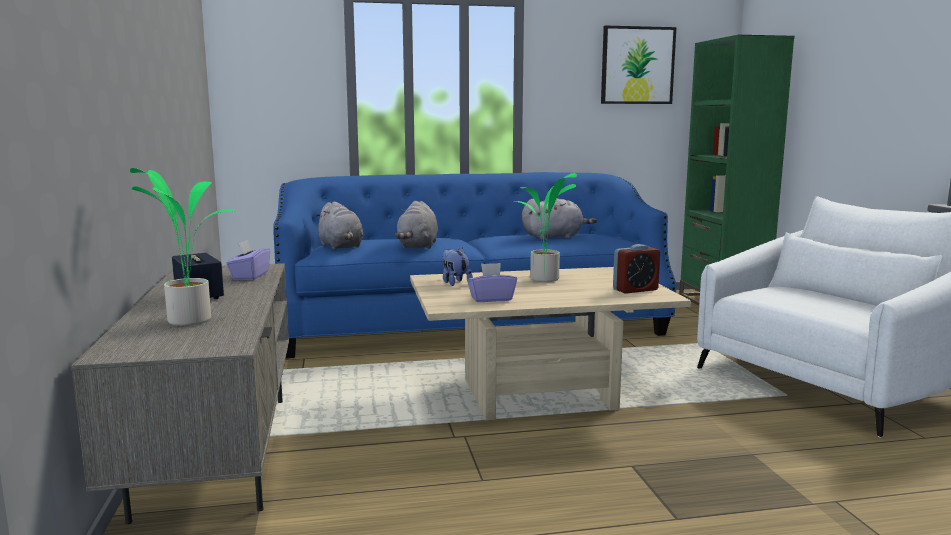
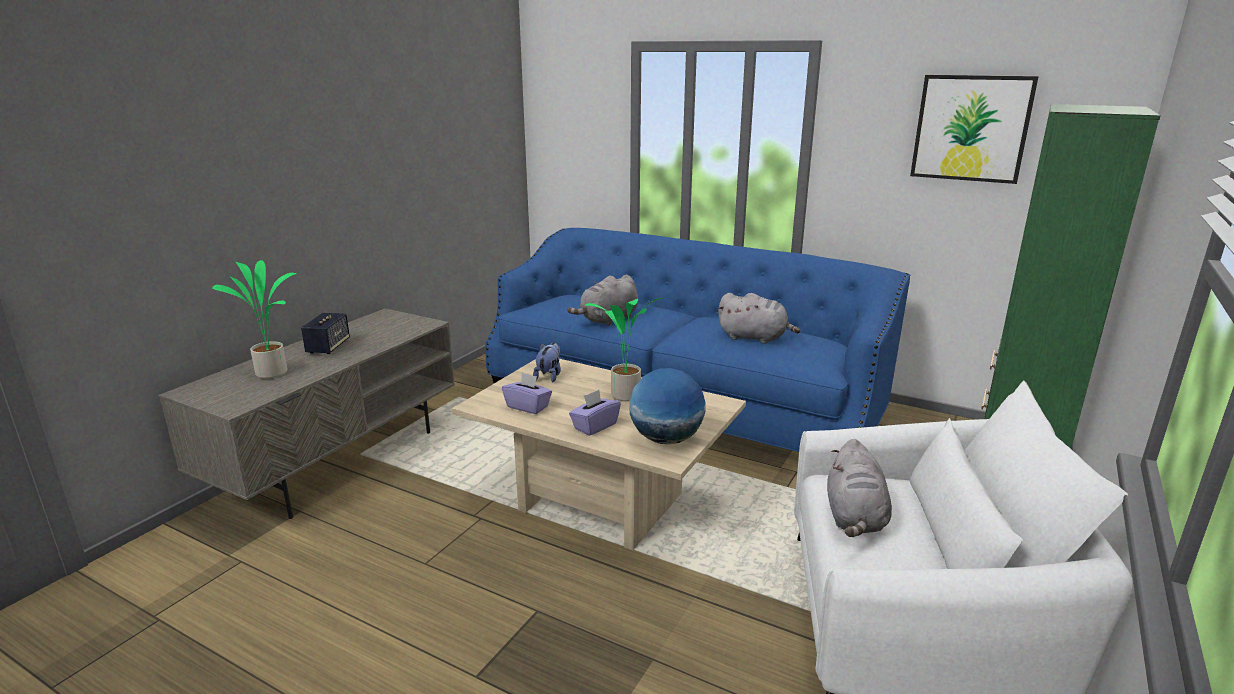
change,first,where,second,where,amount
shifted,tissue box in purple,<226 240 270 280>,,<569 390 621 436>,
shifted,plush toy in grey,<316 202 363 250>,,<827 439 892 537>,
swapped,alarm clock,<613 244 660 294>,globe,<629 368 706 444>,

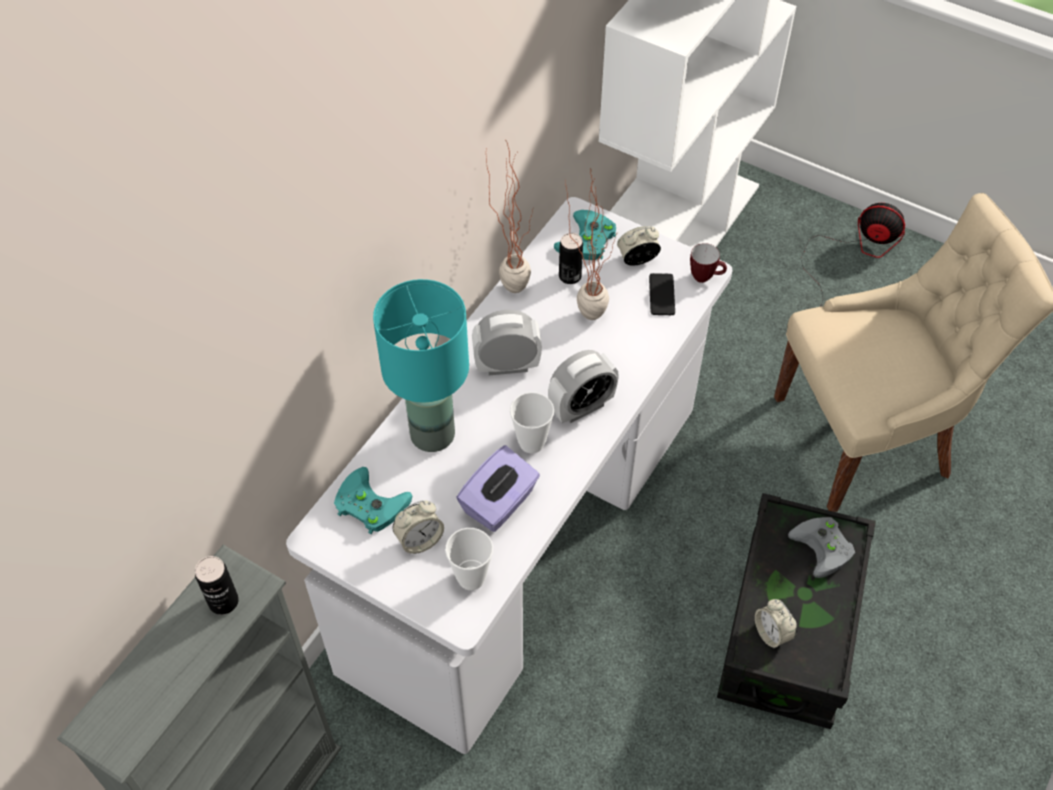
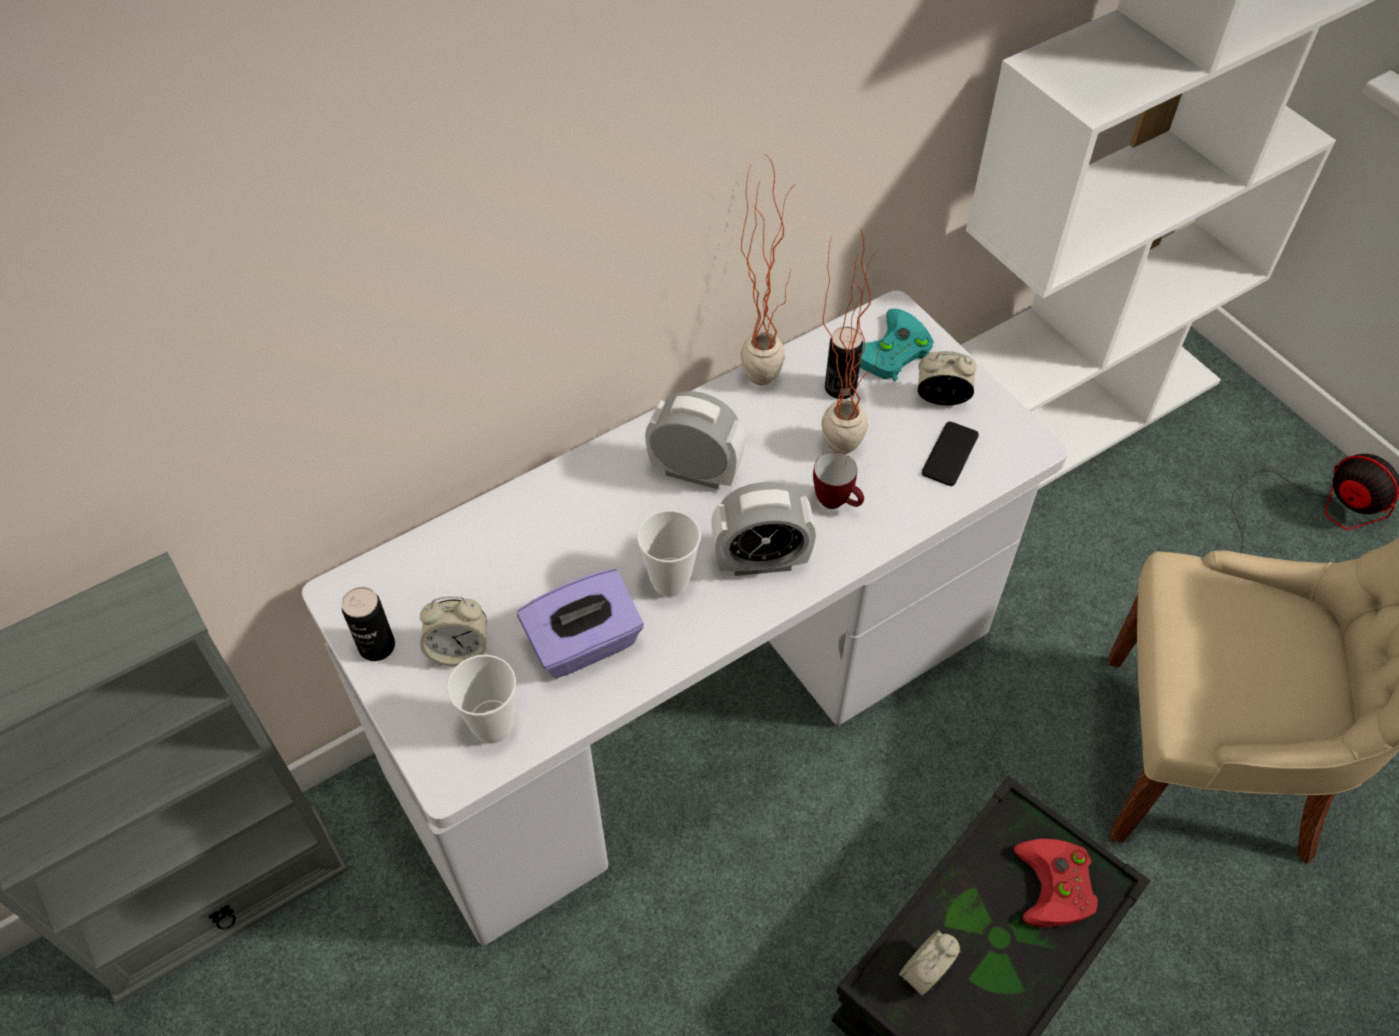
change,first,where,second,where,amount
shifted,can,<195 556 239 615>,,<341 586 395 661>,
gone,game controller in turquoise,<334 467 412 534>,,,
gone,table lamp in turquoise,<373 279 469 452>,,,
shifted,mug,<690 243 727 283>,,<813 452 864 509>,
rotated,alarm clock,<755 599 797 648>,,<899 929 961 997>,45 degrees clockwise
repainted,game controller in grey,<788 517 855 578>,game controller in red,<1013 839 1098 927>,

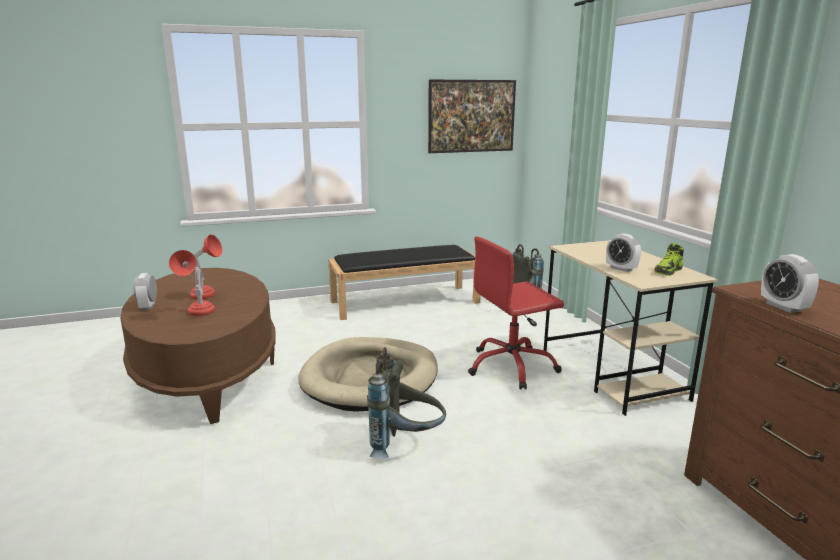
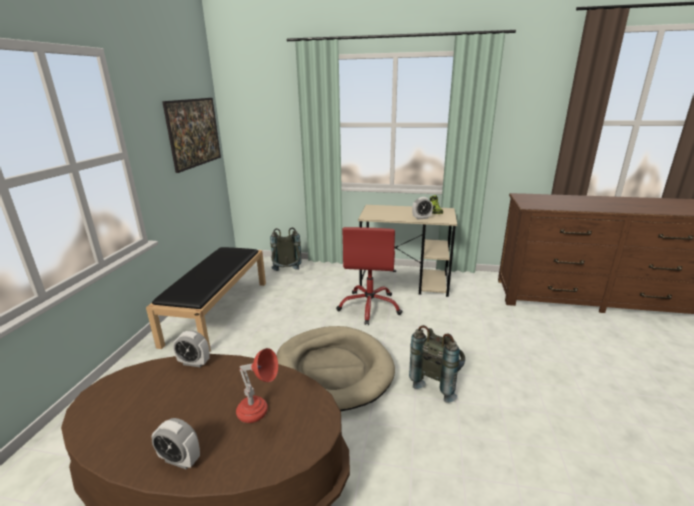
change,first,where,second,where,amount
gone,table lamp in red,<190 235 222 299>,,,
shifted,alarm clock,<761 254 819 313>,,<173 331 210 367>,

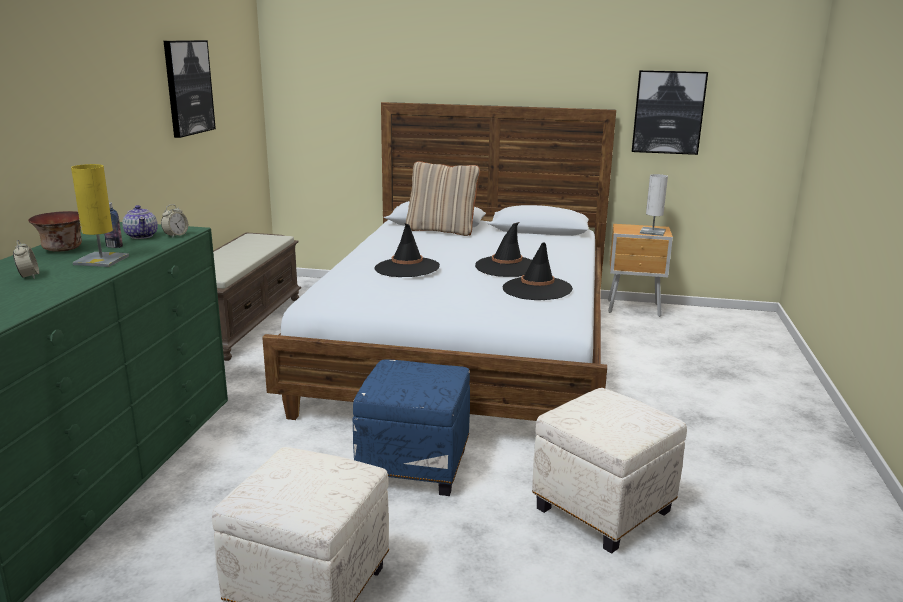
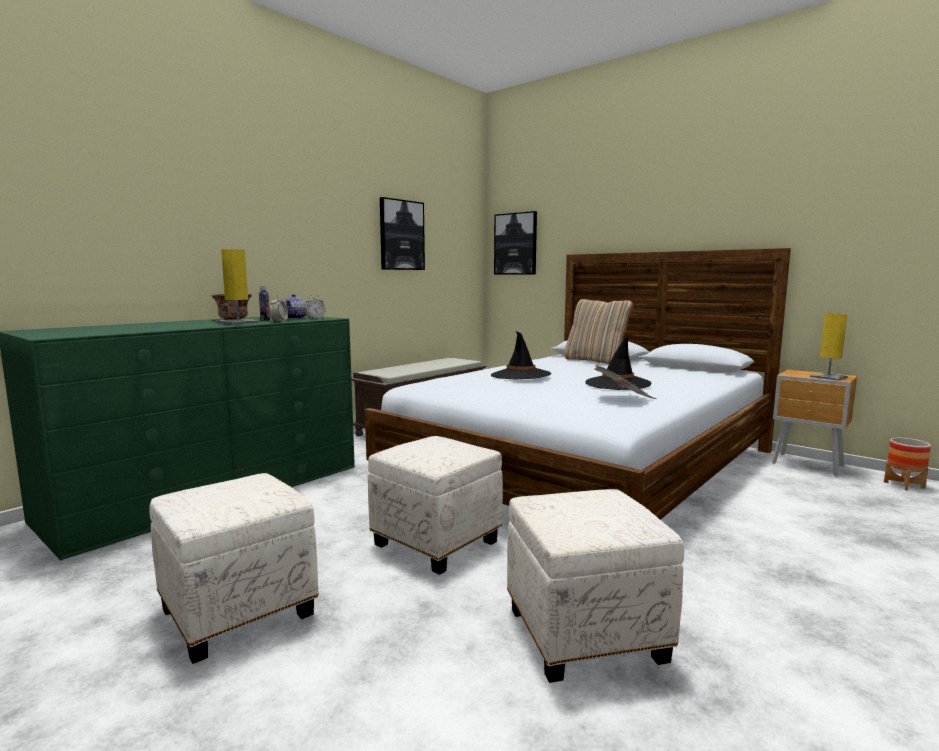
change,first,where,second,where,amount
shifted,alarm clock,<13 240 39 278>,,<269 295 288 322>,
repainted,ottoman in blue,<352 359 470 496>,ottoman in white,<367 436 503 575>,
swapped,hat in black,<503 242 573 300>,newspaper,<595 366 656 399>,
shifted,picture,<632 70 708 155>,,<494 211 537 275>,
repainted,table lamp in white,<640 174 668 236>,table lamp in yellow,<810 313 848 381>,
new,,,planter,<884 438 931 490>,

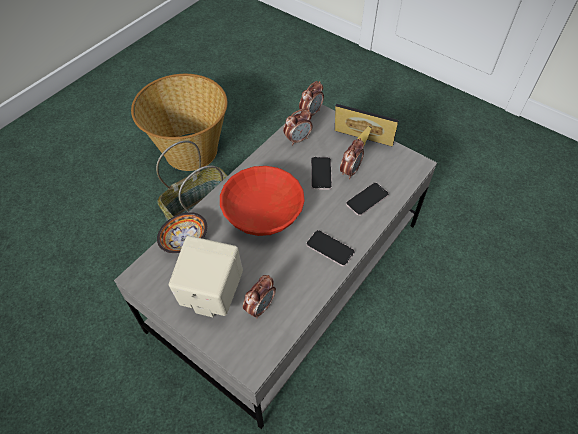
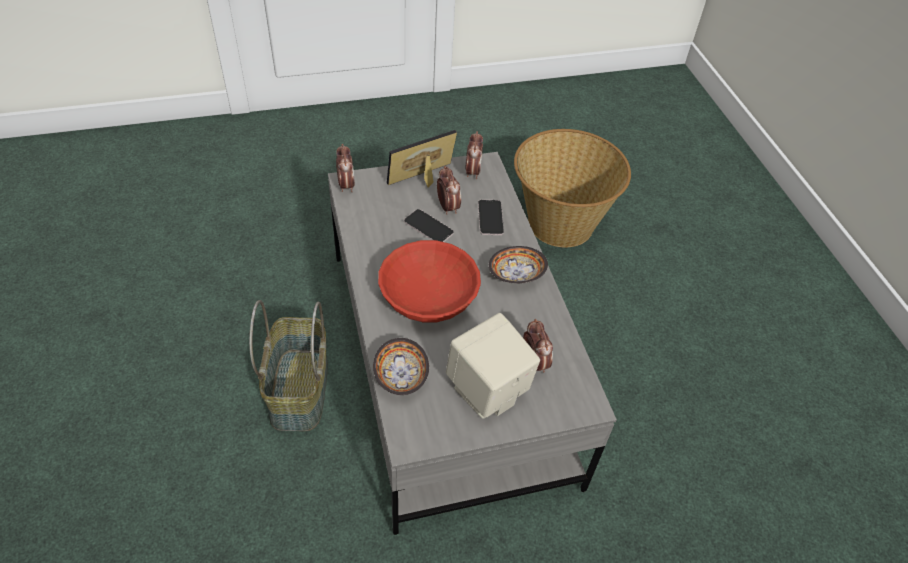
change,first,where,second,where,amount
shifted,basket,<131 74 228 171>,,<514 129 631 247>,
shifted,alarm clock,<283 109 313 146>,,<465 131 483 179>,
swapped,phone,<306 230 355 266>,bowl,<489 246 548 284>,

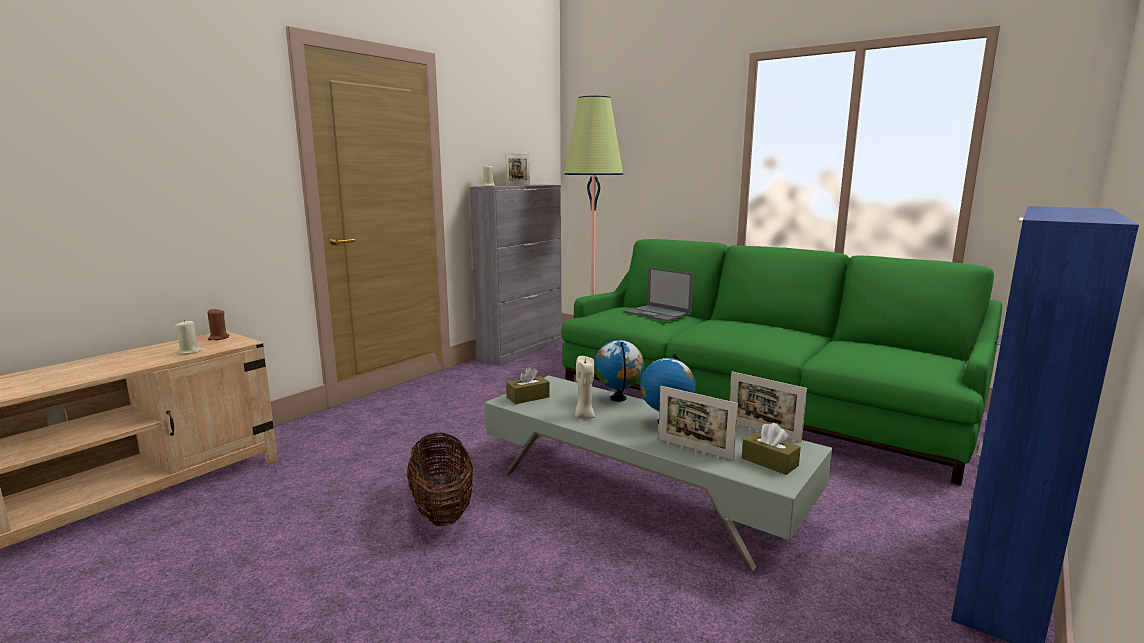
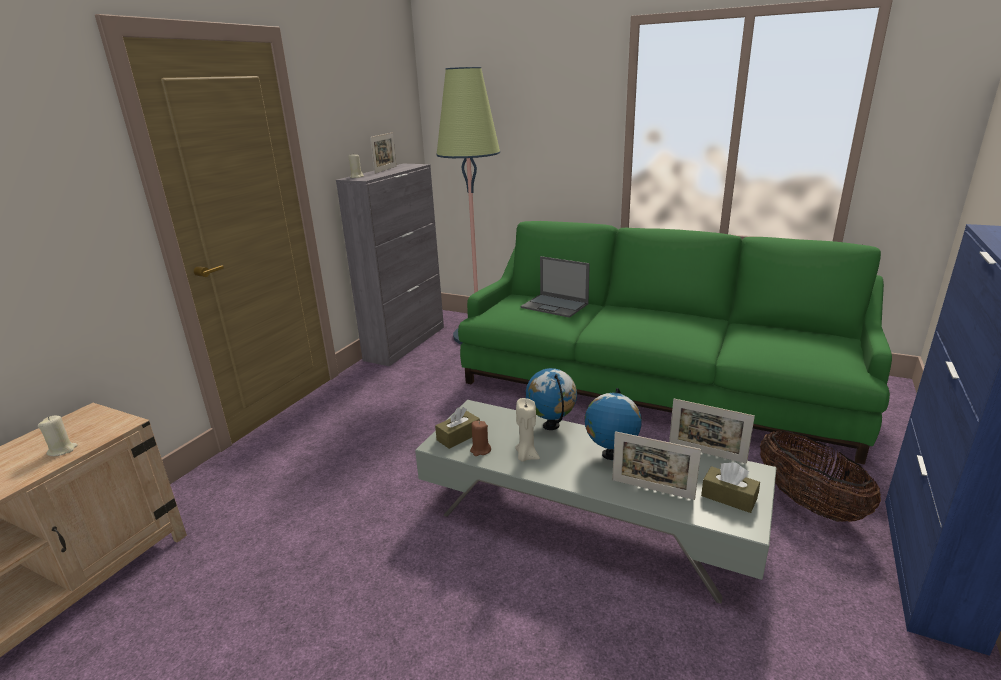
change,first,where,second,where,amount
shifted,candle in brown,<207 308 230 340>,,<470 421 491 456>,
shifted,basket,<407 433 473 526>,,<760 430 881 522>,

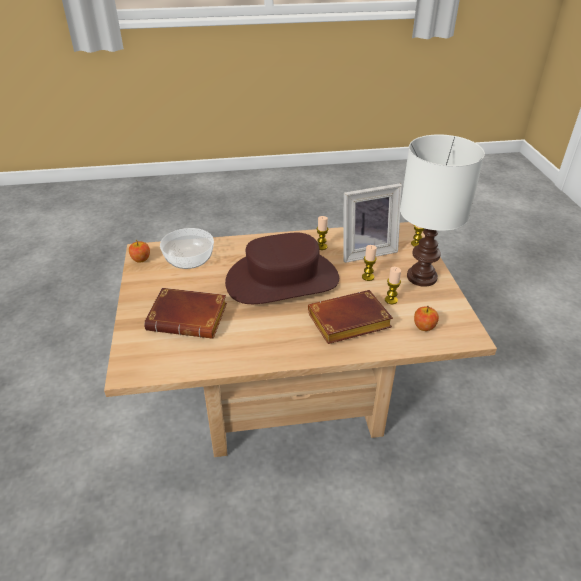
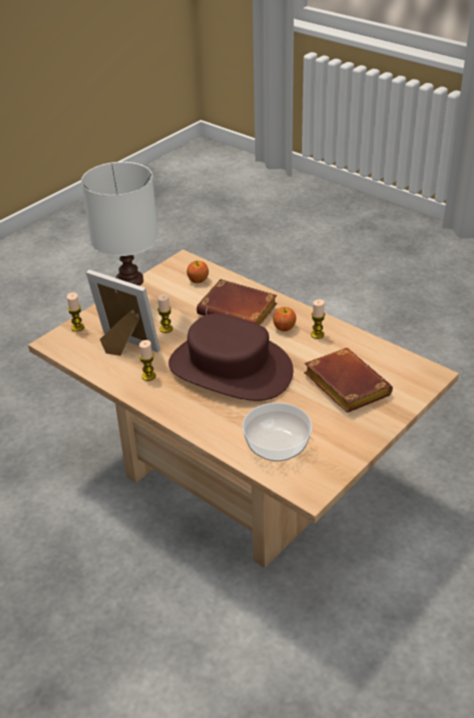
change,first,where,second,where,amount
shifted,apple,<129 240 150 263>,,<273 307 296 332>,
shifted,candle,<385 267 401 304>,,<311 300 325 339>,

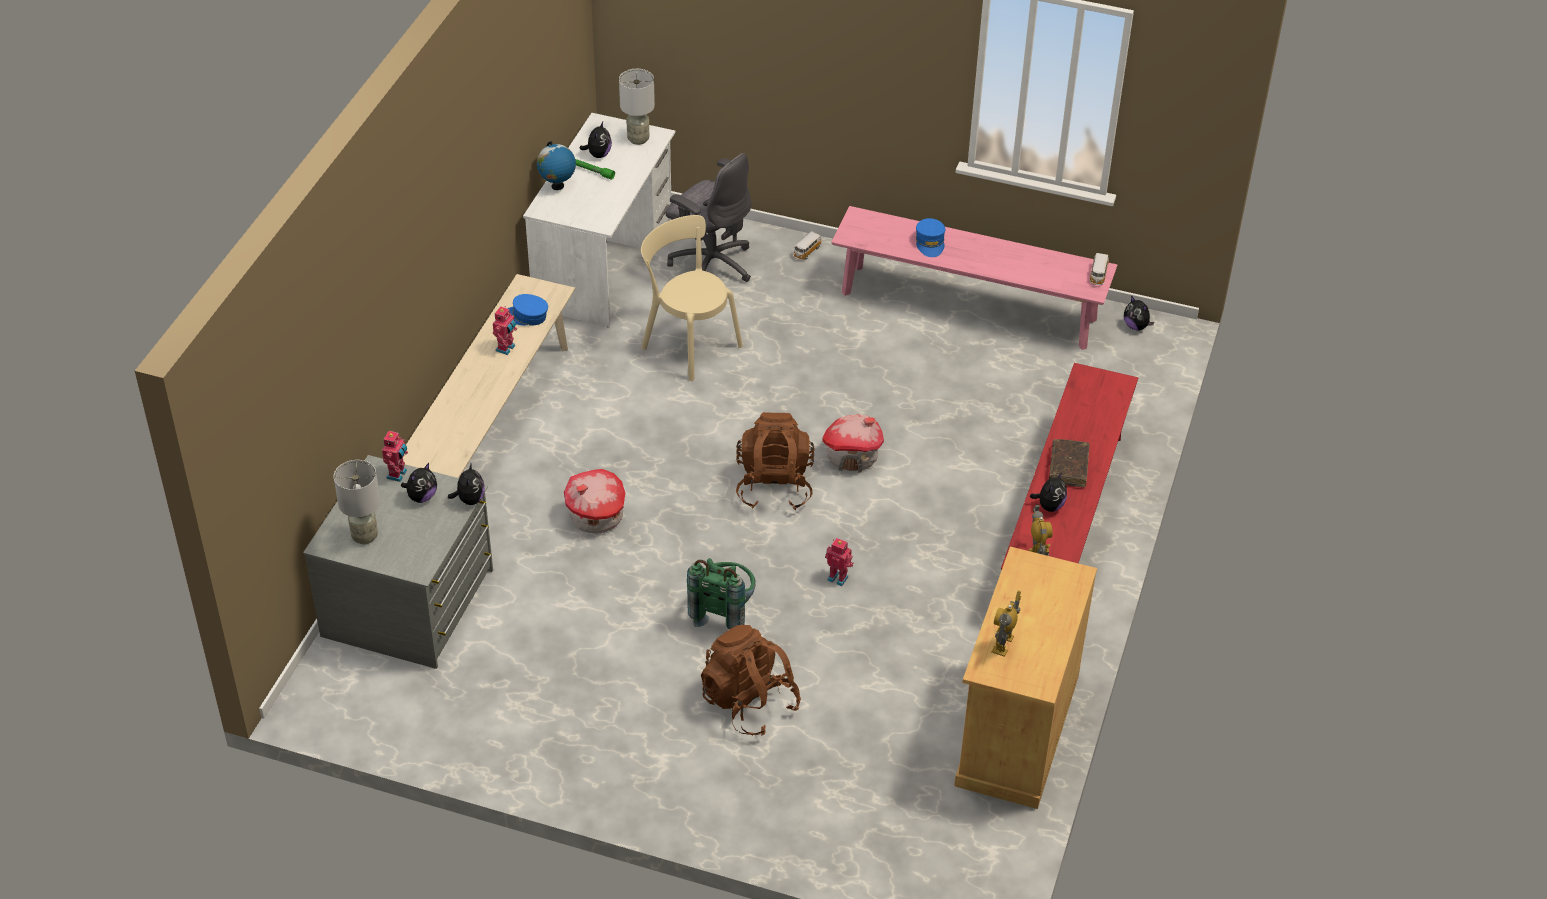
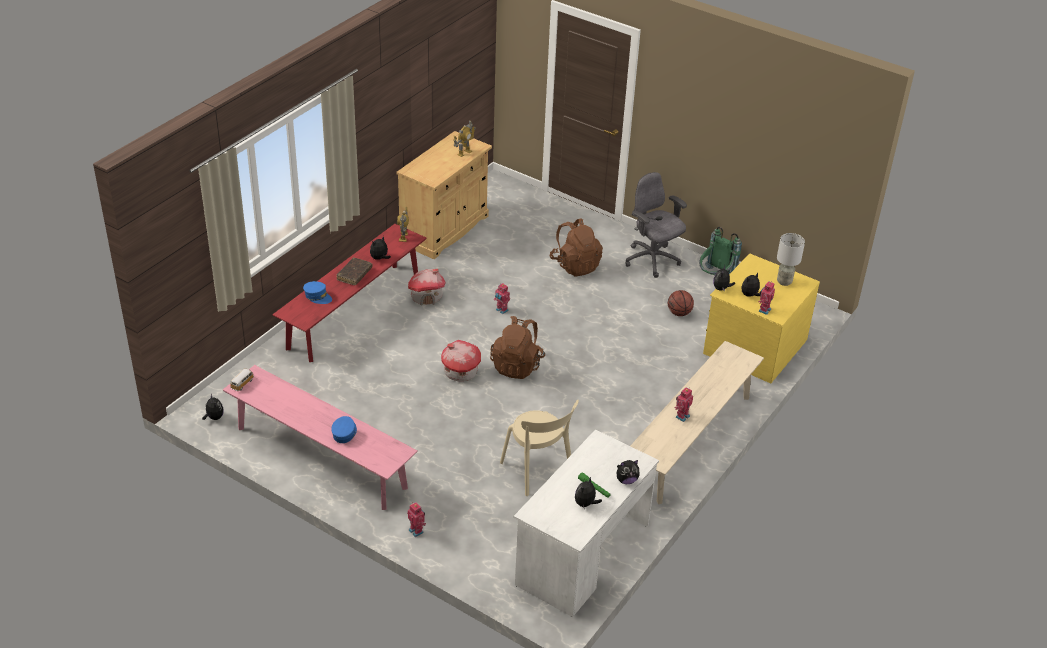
change,first,where,second,where,amount
repainted,dresser in grey,<303 455 493 669>,dresser in yellow,<703 253 820 384>,
shifted,cap in blue,<507 294 548 326>,,<303 281 332 304>,
swapped,globe,<537 141 576 190>,plush toy,<616 460 640 484>,
shifted,toy house,<564 469 625 533>,,<408 269 445 305>,
gone,table lamp in grey,<619 69 655 145>,,,
shifted,office chair in grey,<666 153 752 282>,,<625 172 687 278>,
shifted,backpack in green,<687 558 756 629>,,<699 227 742 275>,
swapped,toy car,<793 231 822 260>,toy robot,<407 502 426 537>,
new,,,basketball,<668 290 694 316>,

